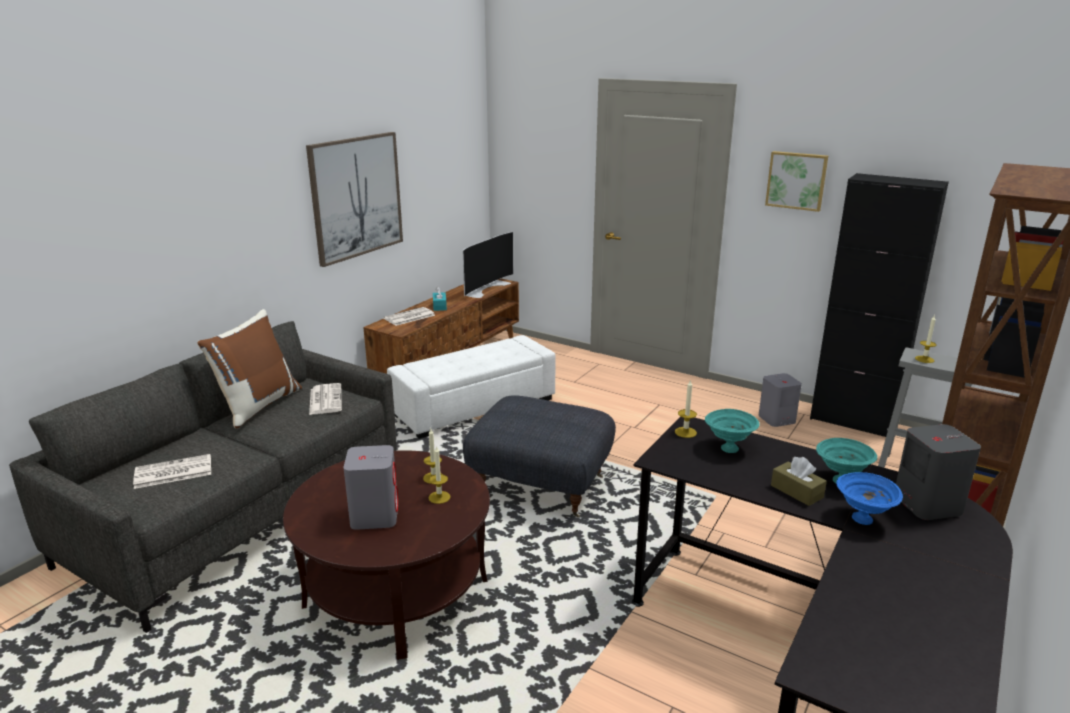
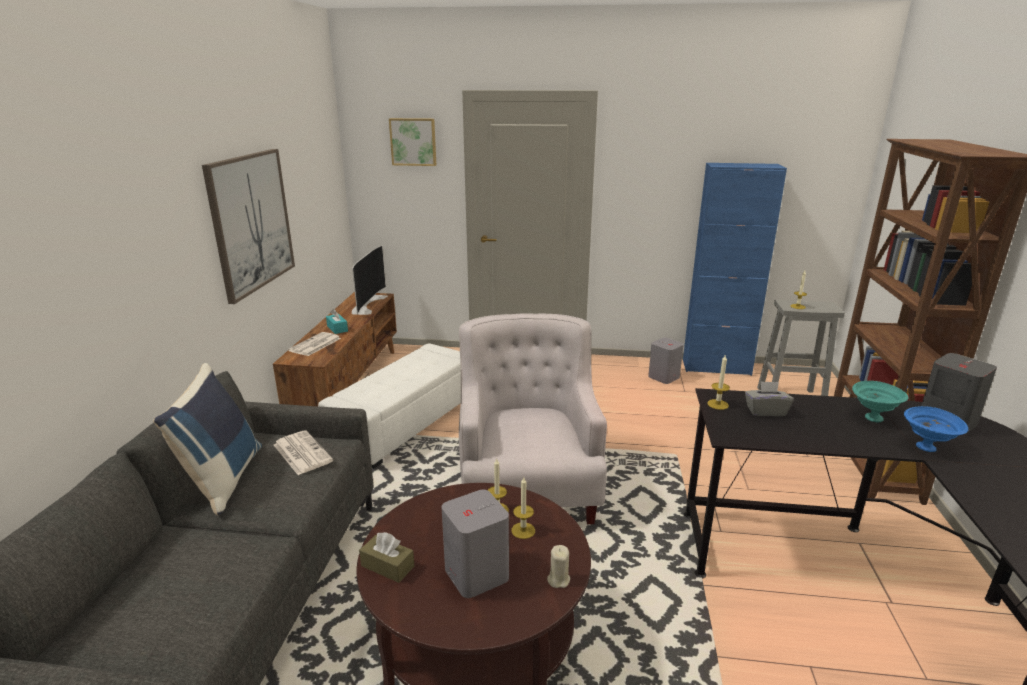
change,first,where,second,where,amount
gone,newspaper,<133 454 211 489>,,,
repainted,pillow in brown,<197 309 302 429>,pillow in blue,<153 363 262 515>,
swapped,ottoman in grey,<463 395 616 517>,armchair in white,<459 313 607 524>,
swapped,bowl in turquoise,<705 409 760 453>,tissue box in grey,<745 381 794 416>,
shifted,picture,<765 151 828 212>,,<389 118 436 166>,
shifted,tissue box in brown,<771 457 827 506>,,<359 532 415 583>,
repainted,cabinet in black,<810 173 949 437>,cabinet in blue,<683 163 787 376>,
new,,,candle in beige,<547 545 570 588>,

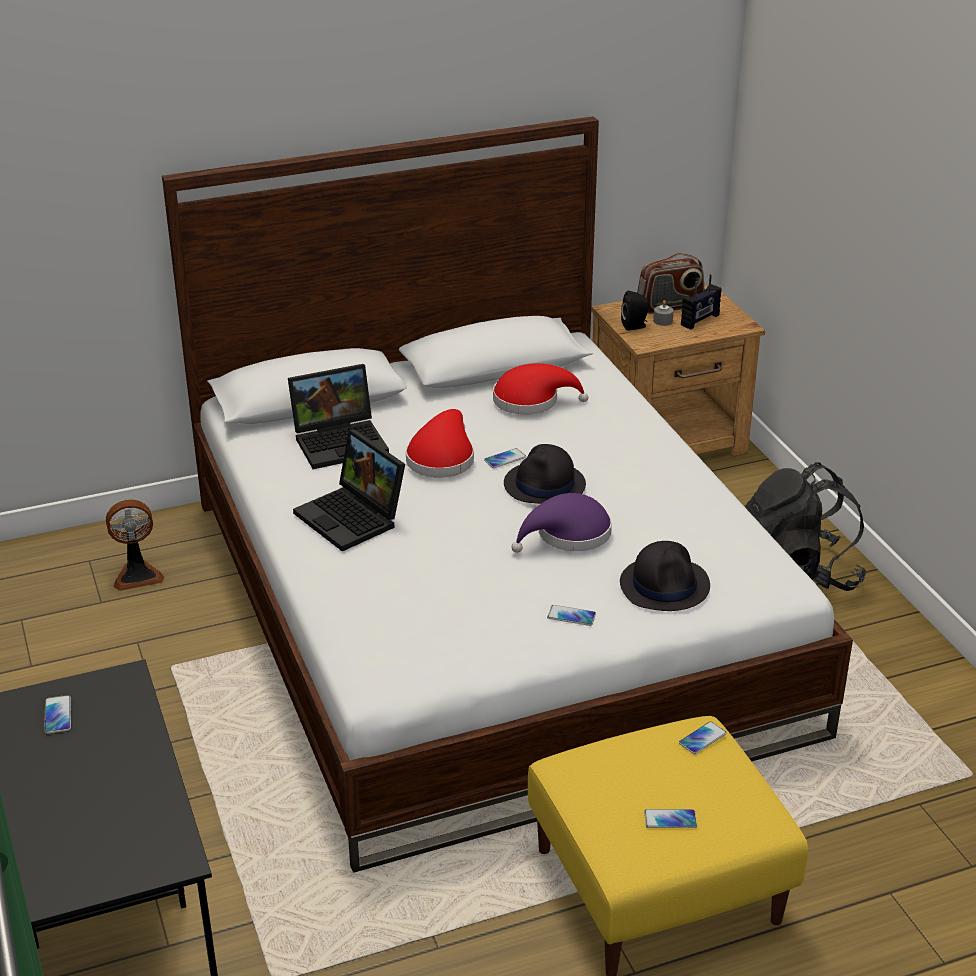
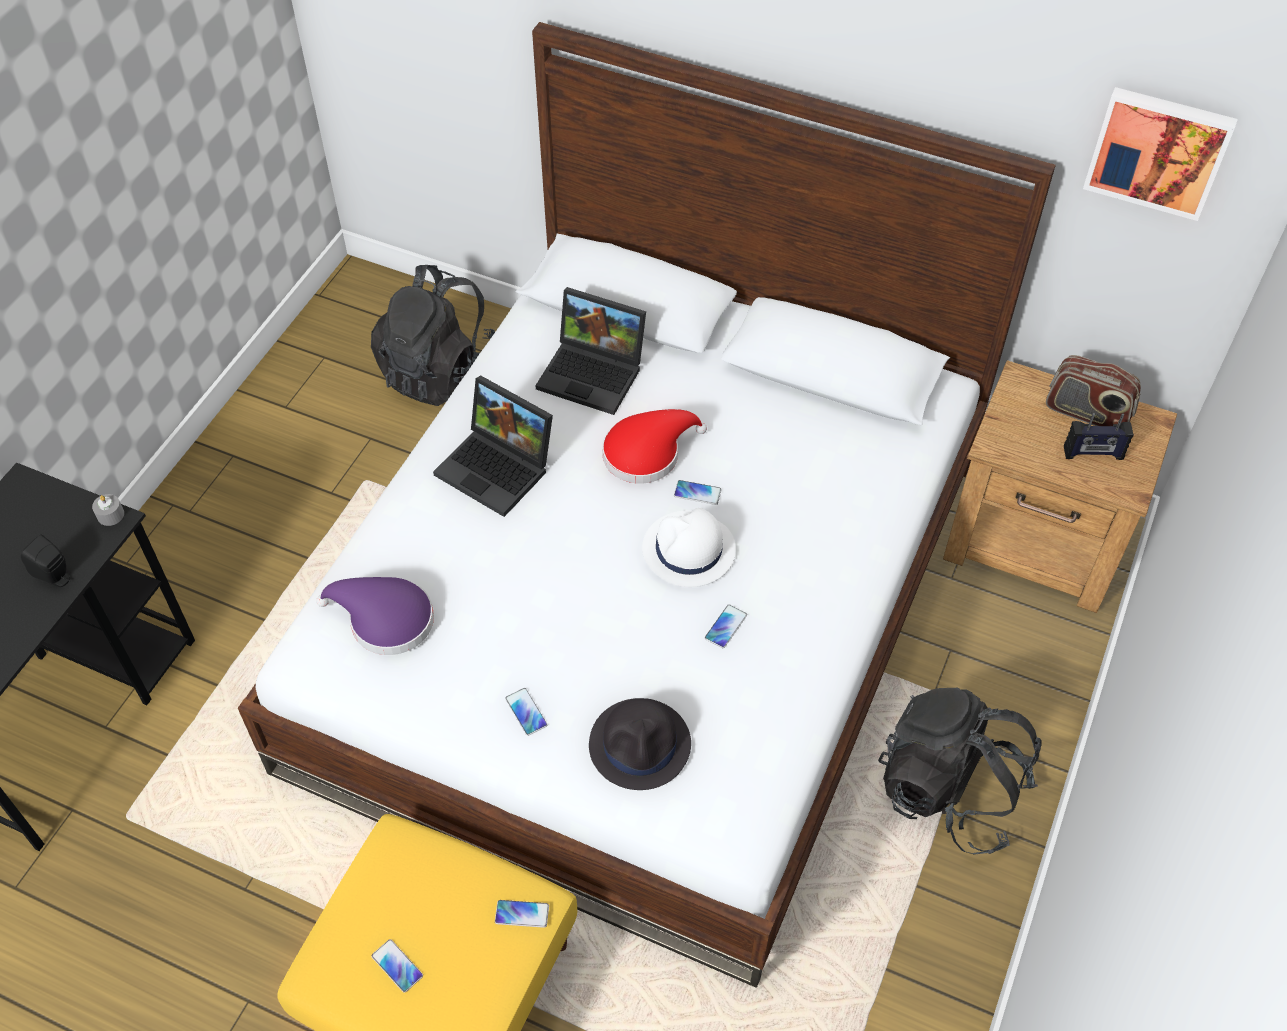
change,first,where,second,where,amount
shifted,phone,<45 695 71 734>,,<705 604 747 648>,
swapped,fan,<106 499 164 591>,backpack in black,<371 265 495 406>,
rotated,laptop,<293 429 405 552>,,<433 375 553 517>,60 degrees counterclockwise
gone,hat in red,<493 363 588 415>,,,
repainted,hat in black,<504 444 586 504>,hat in white,<642 508 736 587>,
shifted,hat in purple,<511 493 612 553>,,<316 577 434 655>,
shifted,speaker in black,<621 291 649 331>,,<21 534 71 587>,
shifted,candle in grey,<653 300 673 326>,,<92 494 124 526>,
new,,,picture,<1083 87 1238 221>,

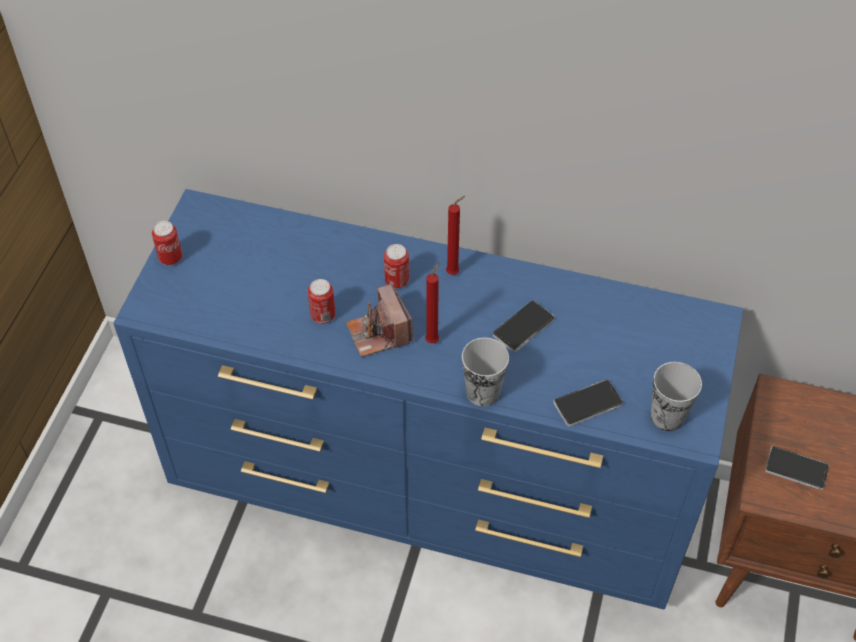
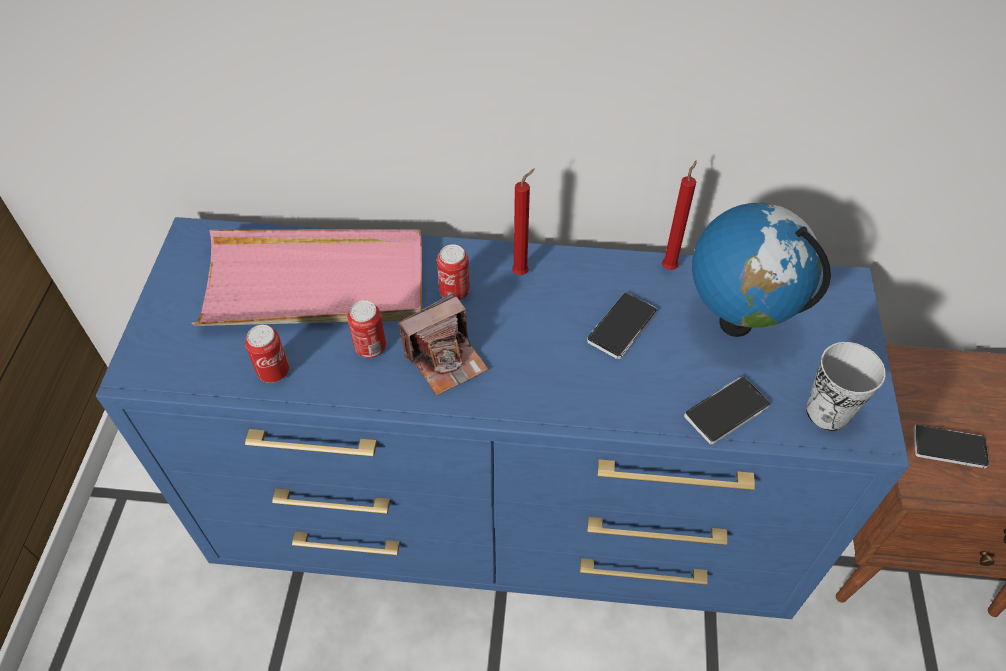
change,first,where,second,where,amount
shifted,can,<152 221 182 265>,,<245 325 289 383>,
rotated,photo camera,<346 284 413 357>,,<399 293 488 396>,90 degrees counterclockwise
shifted,candle in red,<425 262 440 343>,,<662 160 697 270>,
gone,cup,<462 338 509 407>,,,
new,,,tray in pink,<192 229 422 326>,
new,,,globe,<692 203 831 337>,

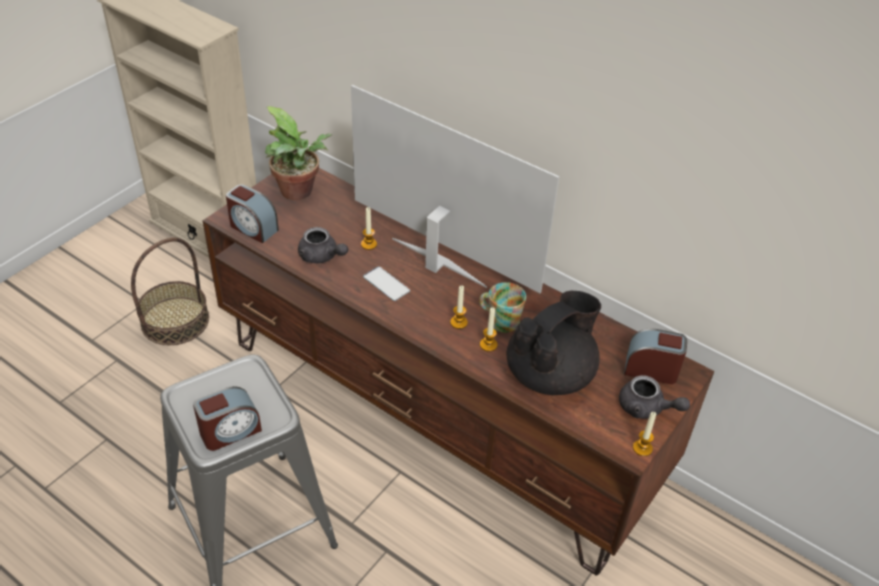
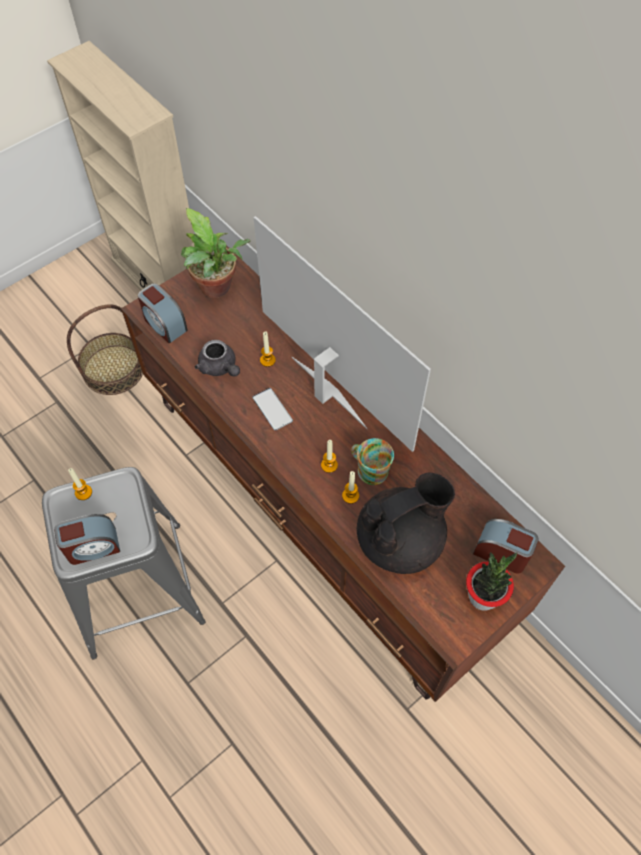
change,first,where,second,where,amount
swapped,teapot in grey,<619 375 690 419>,potted plant,<466 552 517 611>,
shifted,candle,<633 412 656 456>,,<68 468 92 500>,

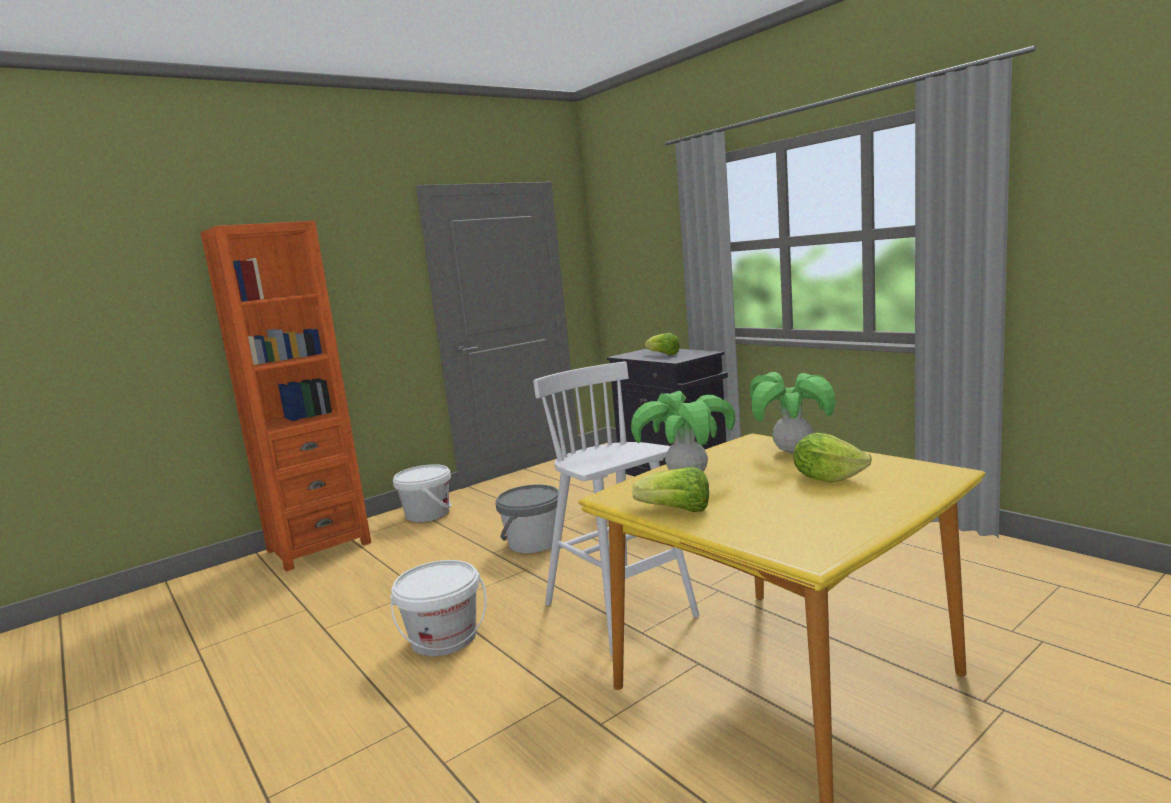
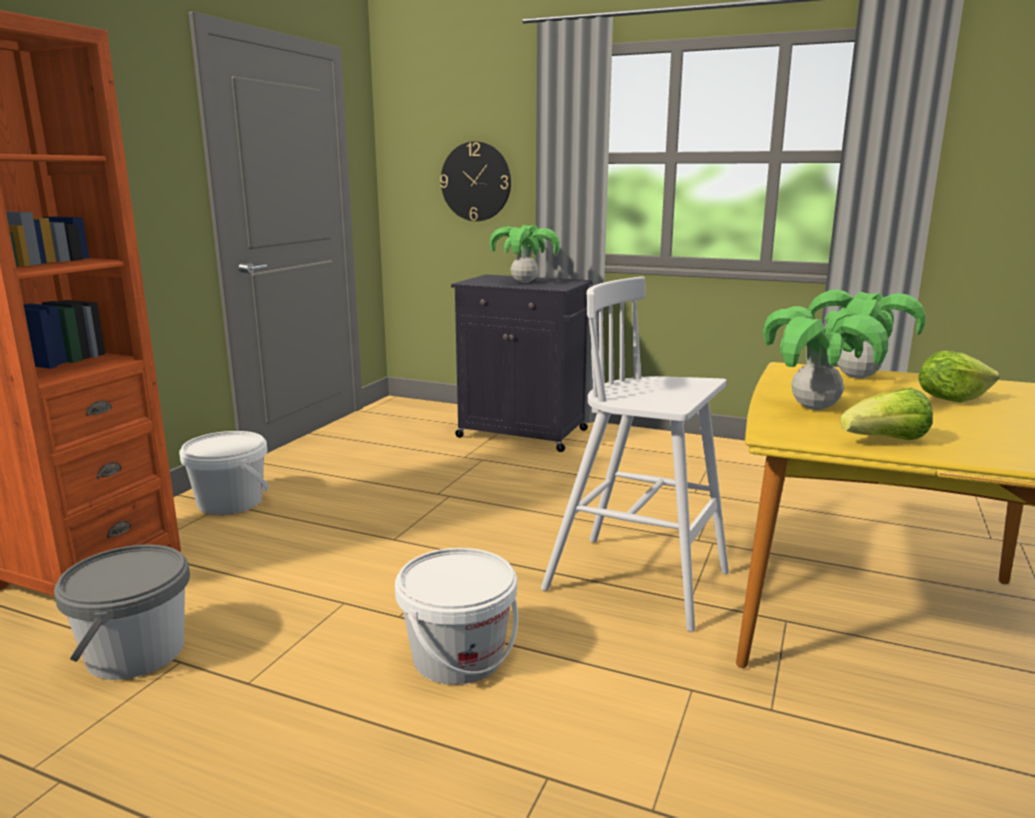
change,first,where,second,where,amount
shifted,bucket in grey,<495 485 559 553>,,<54 545 190 680>,
swapped,lettuce,<645 333 680 355>,potted plant,<490 225 560 283>,
new,,,wall clock,<440 141 511 221>,

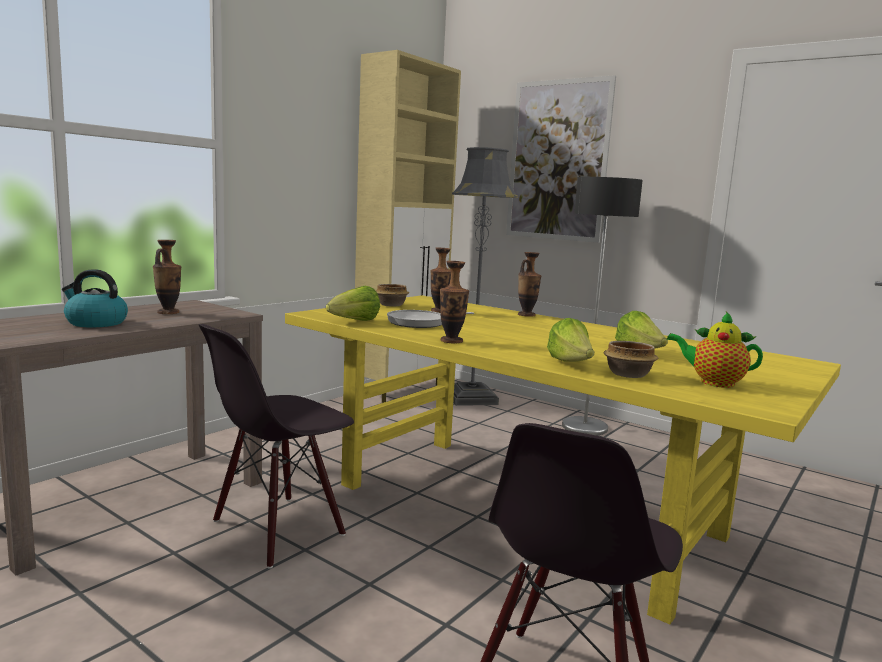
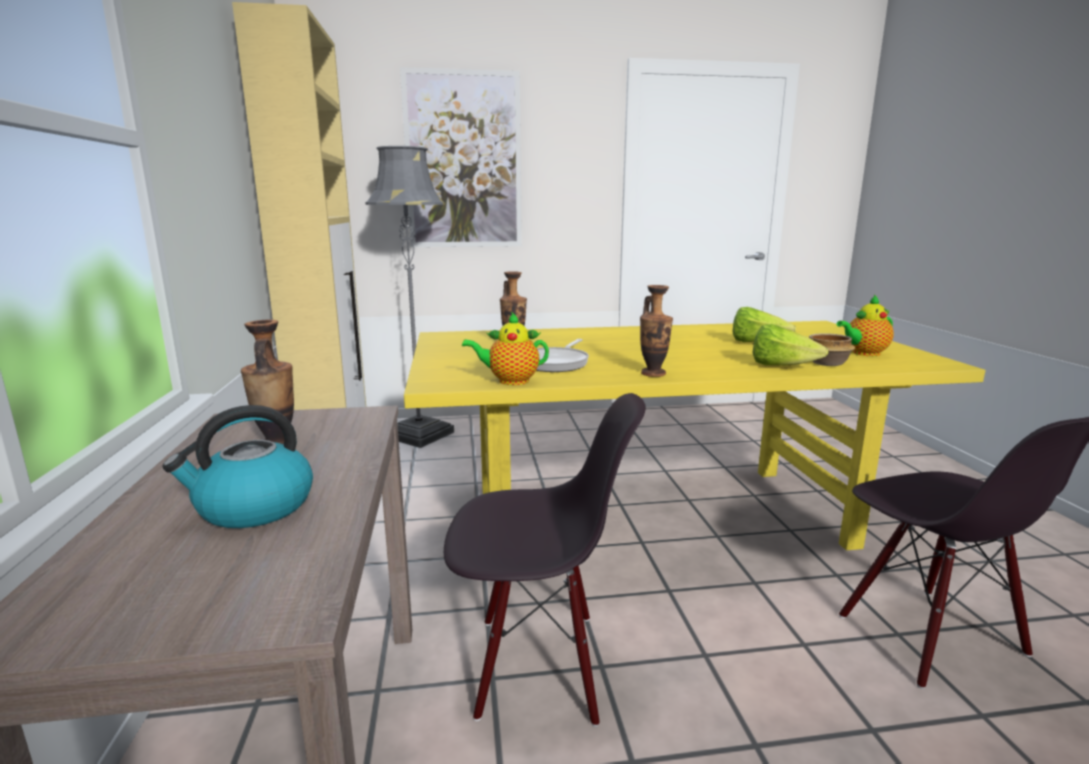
change,first,where,second,where,amount
rotated,chair in black,<198 324 354 569>,,<444 393 646 727>,90 degrees counterclockwise
swapped,lettuce,<326 286 380 321>,teapot,<462 312 549 385>,
gone,bowl,<376 284 409 306>,,,
gone,vase,<518 252 541 317>,,,
gone,floor lamp,<562 177 643 435>,,,

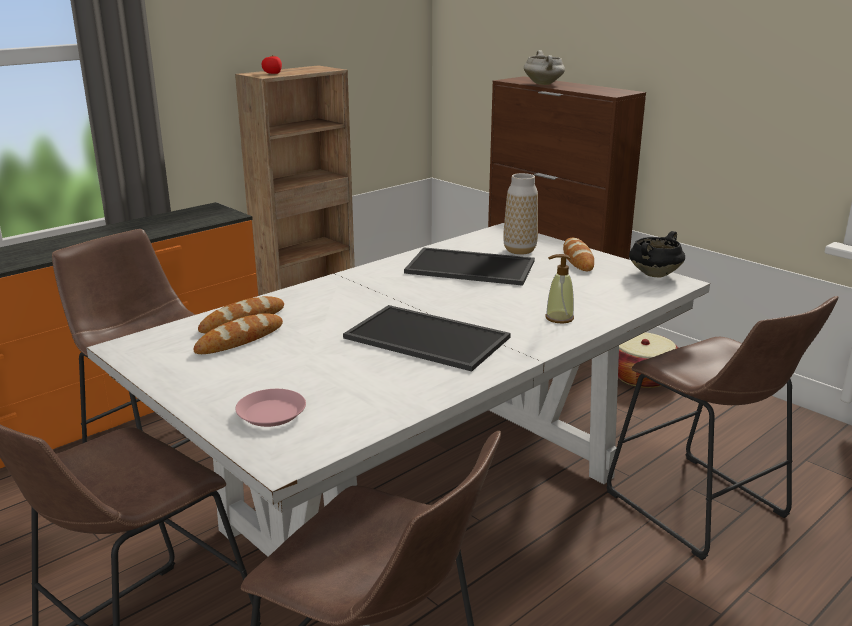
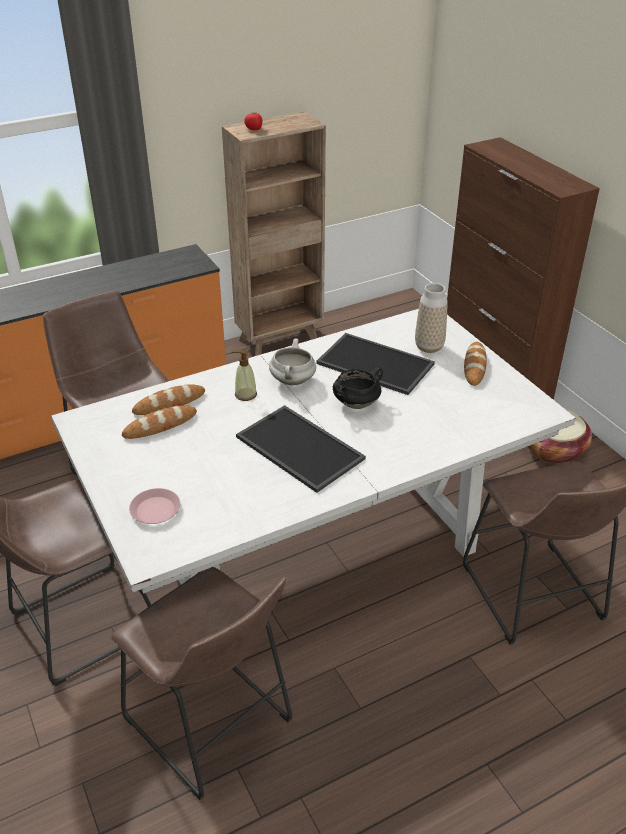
change,first,where,second,where,amount
shifted,cooking pot in white,<524 50 565 85>,,<269 339 316 385>,
shifted,soap dispenser,<545 254 574 323>,,<231 350 257 401>,
shifted,cooking pot in black,<629 231 685 278>,,<333 367 383 409>,

